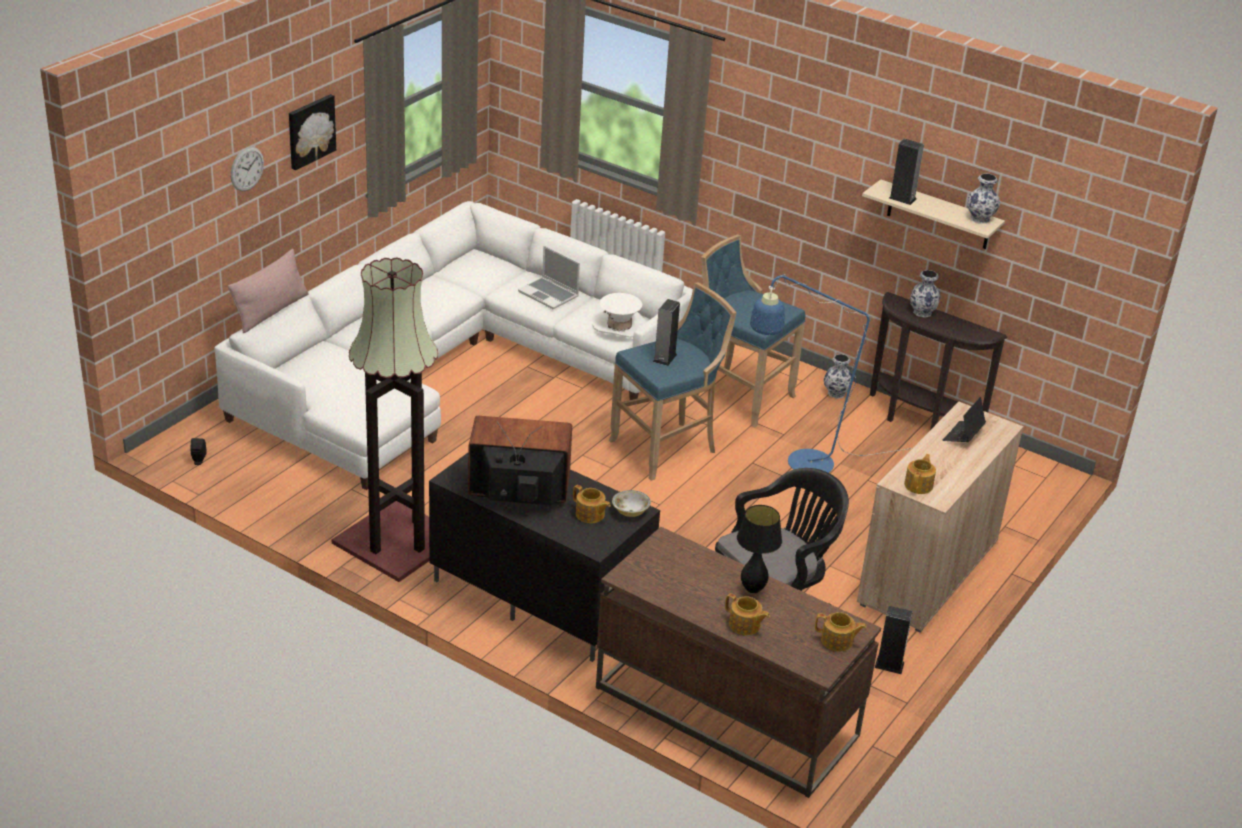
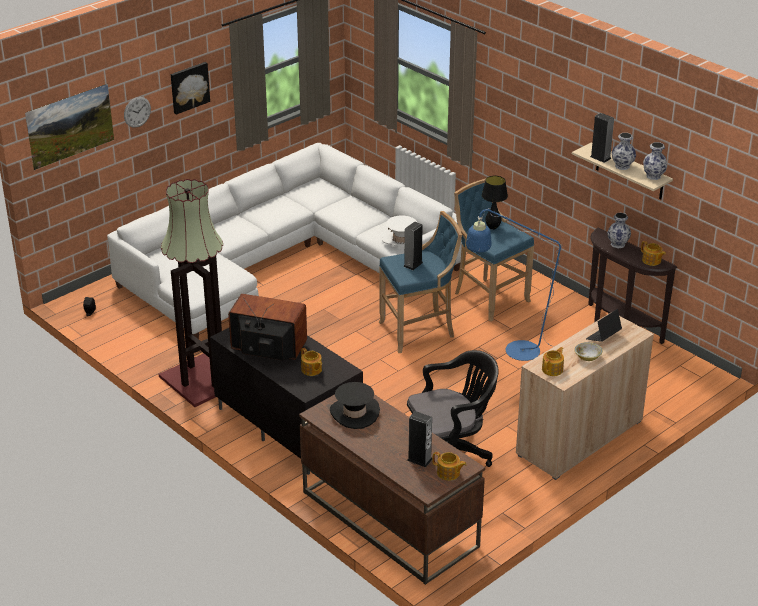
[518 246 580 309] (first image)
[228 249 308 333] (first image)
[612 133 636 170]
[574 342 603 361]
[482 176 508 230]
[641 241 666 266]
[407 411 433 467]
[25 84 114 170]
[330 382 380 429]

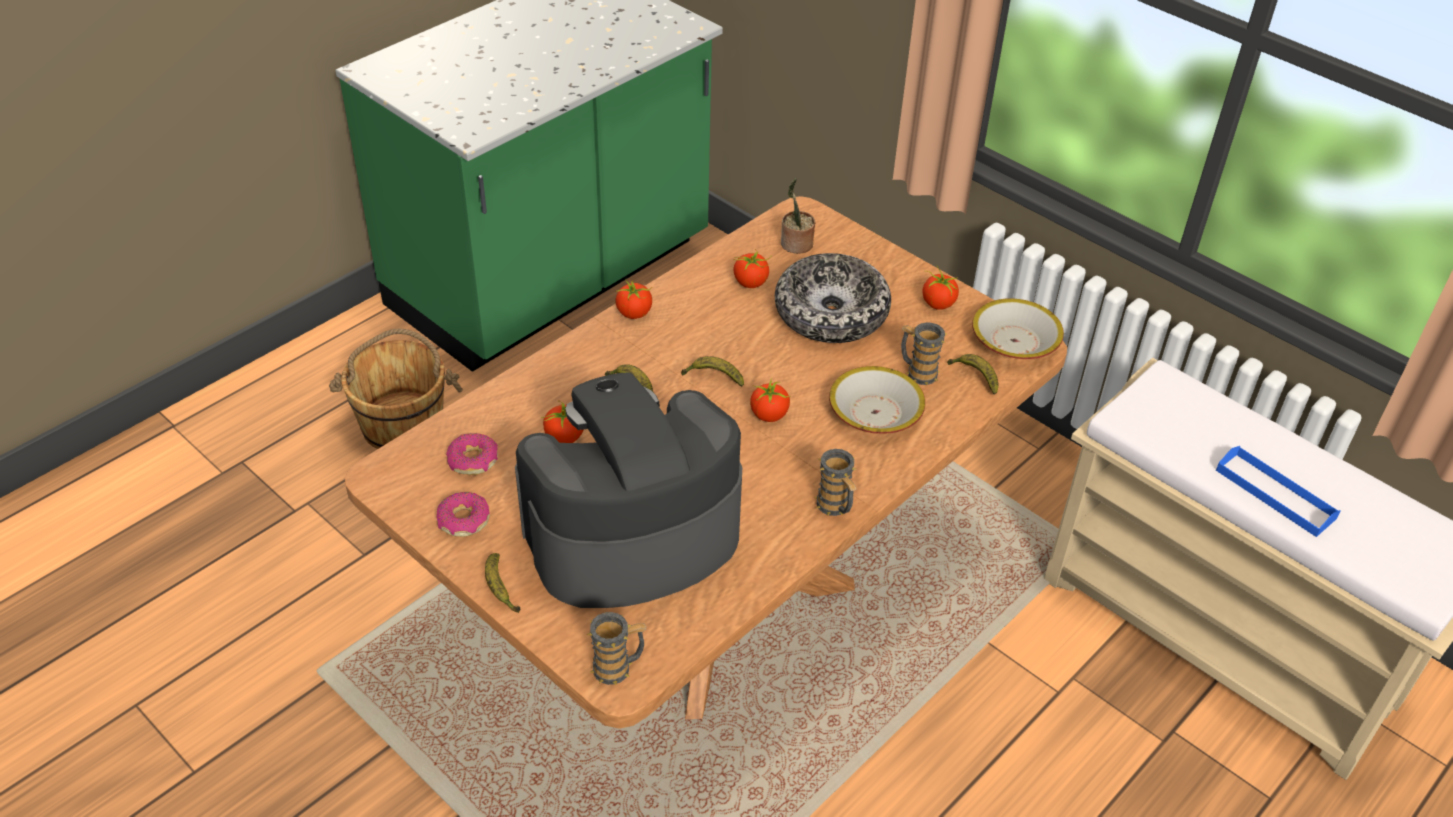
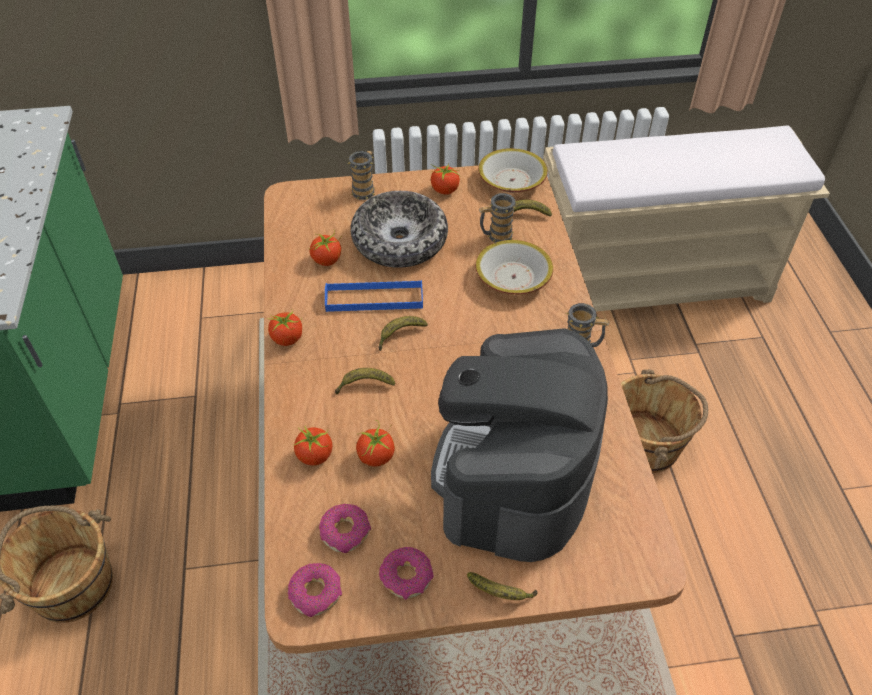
[781 178 815 254] (first image)
[294 425 332 466]
[325 280 423 312]
[347 151 375 200]
[621 369 708 473]
[288 563 342 617]

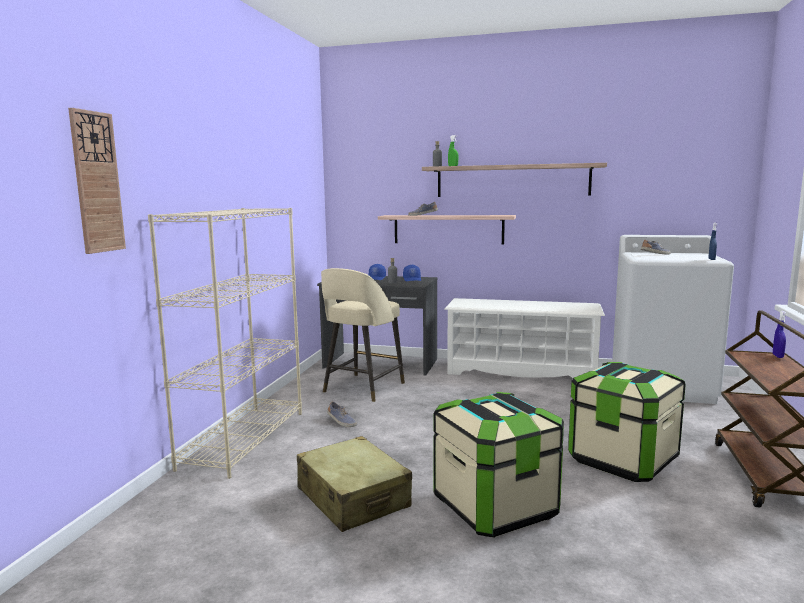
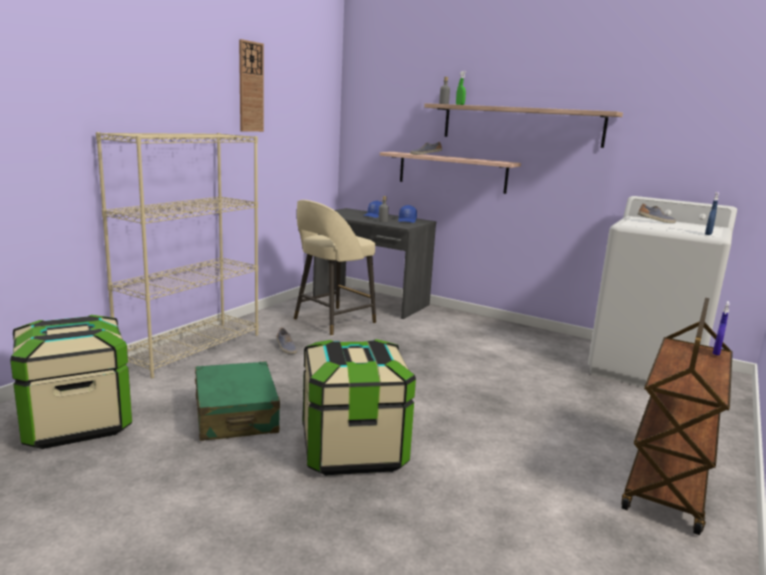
[239 39 264 132]
[444 298 605 378] (first image)
[10 315 132 449]
[195 361 280 441]

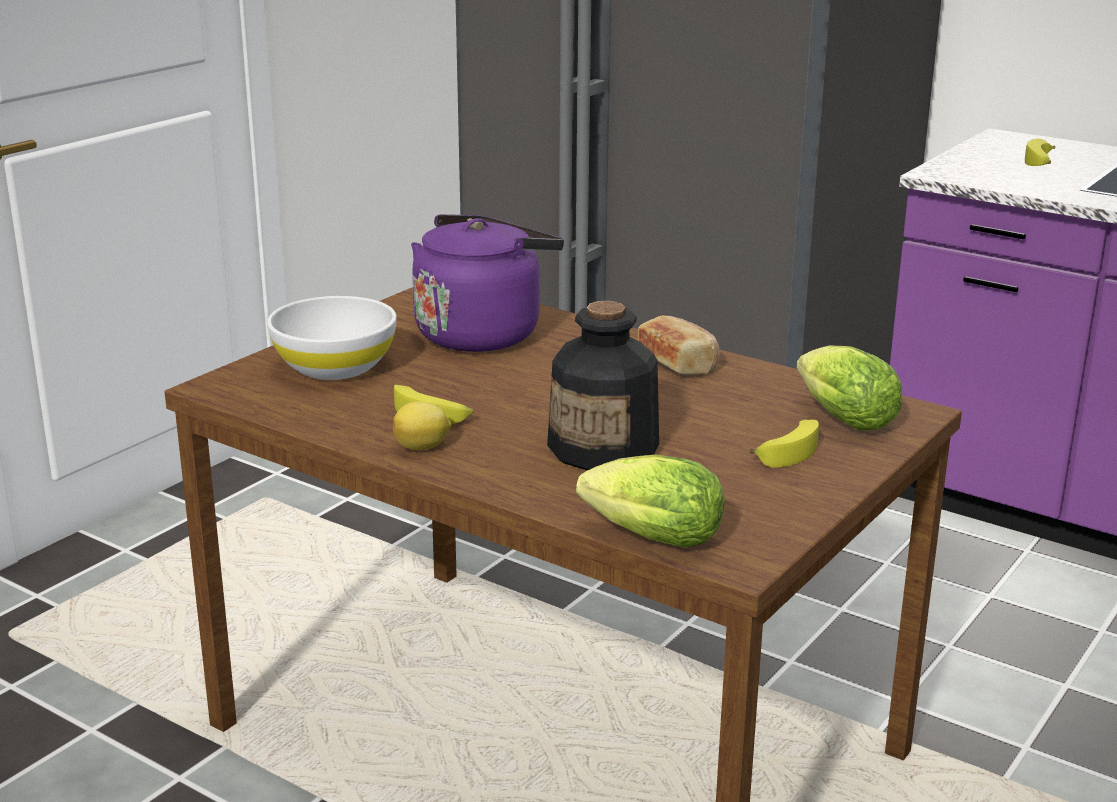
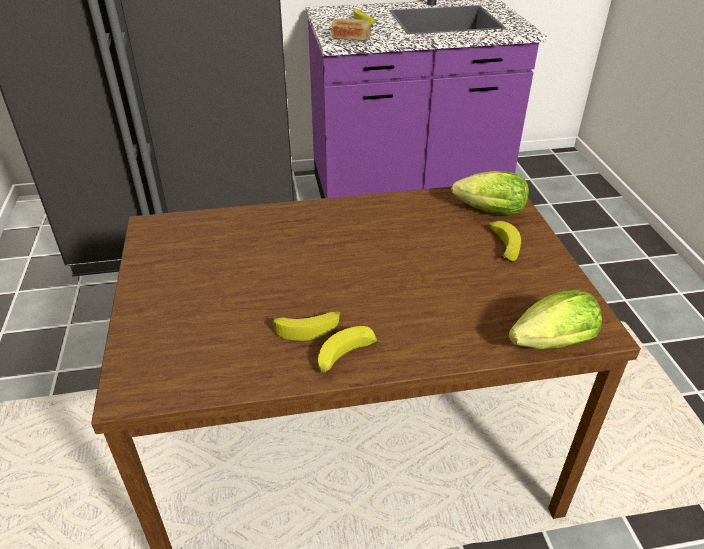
[411 214 564 352] (first image)
[267 296 397 380] (first image)
[547 301 659 471] (first image)
[332 19 371 41]
[318 326 381 373]

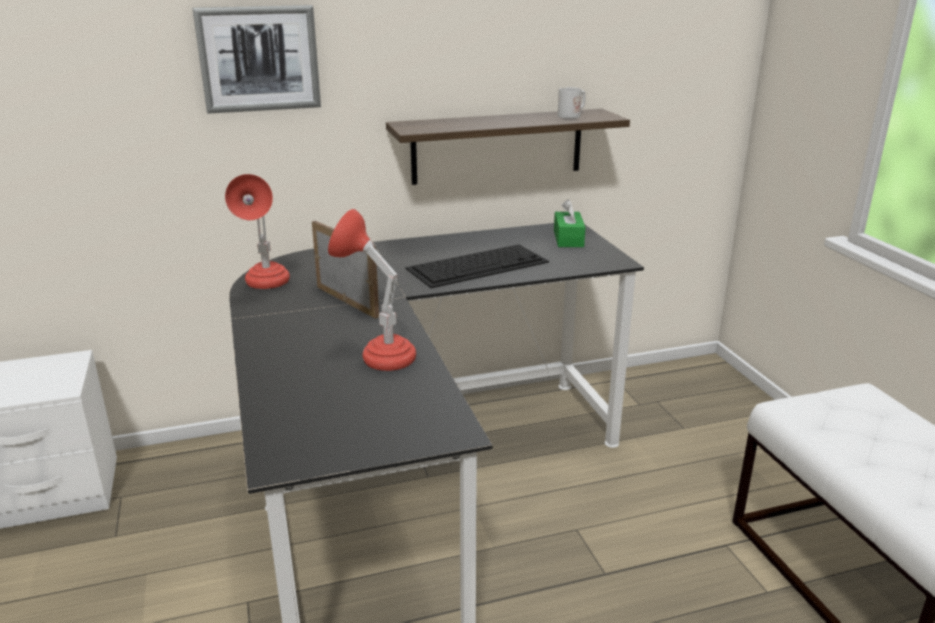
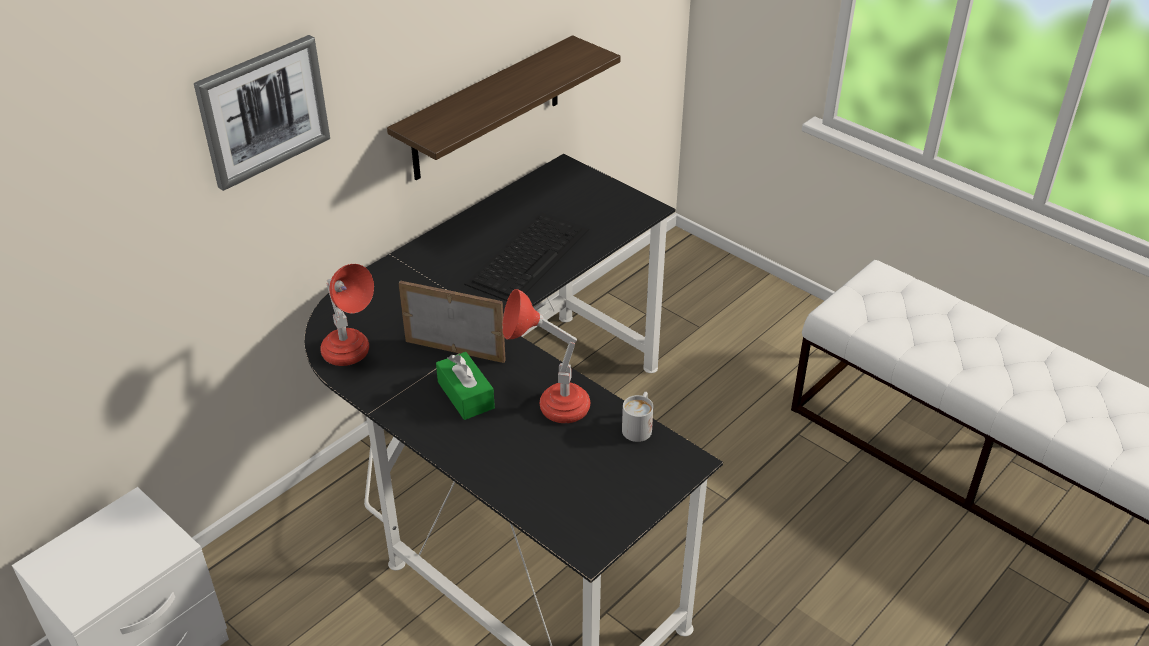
[622 392 654 442]
[436 352 495 420]

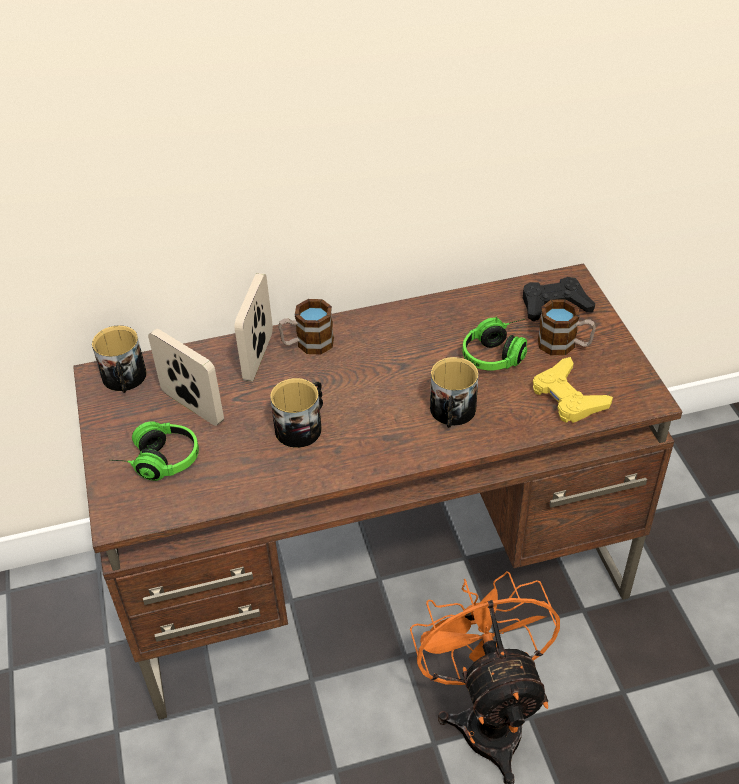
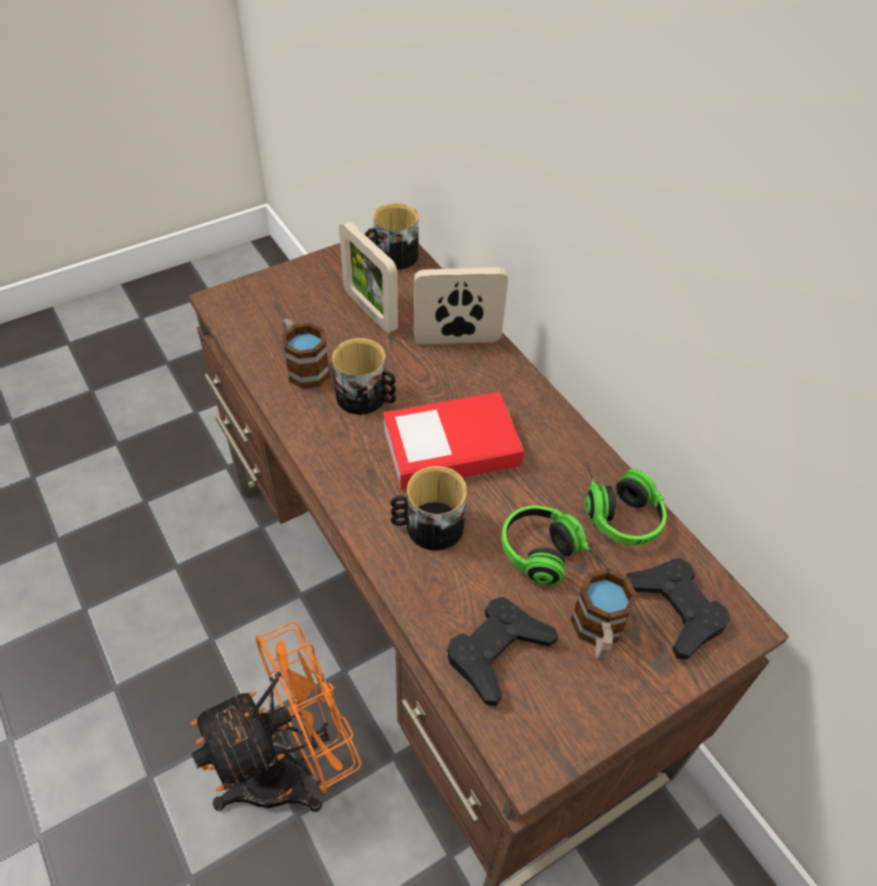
[282 319 330 389]
[339 221 398 334]
[447 597 558 706]
[585 462 667 546]
[383 392 524 490]

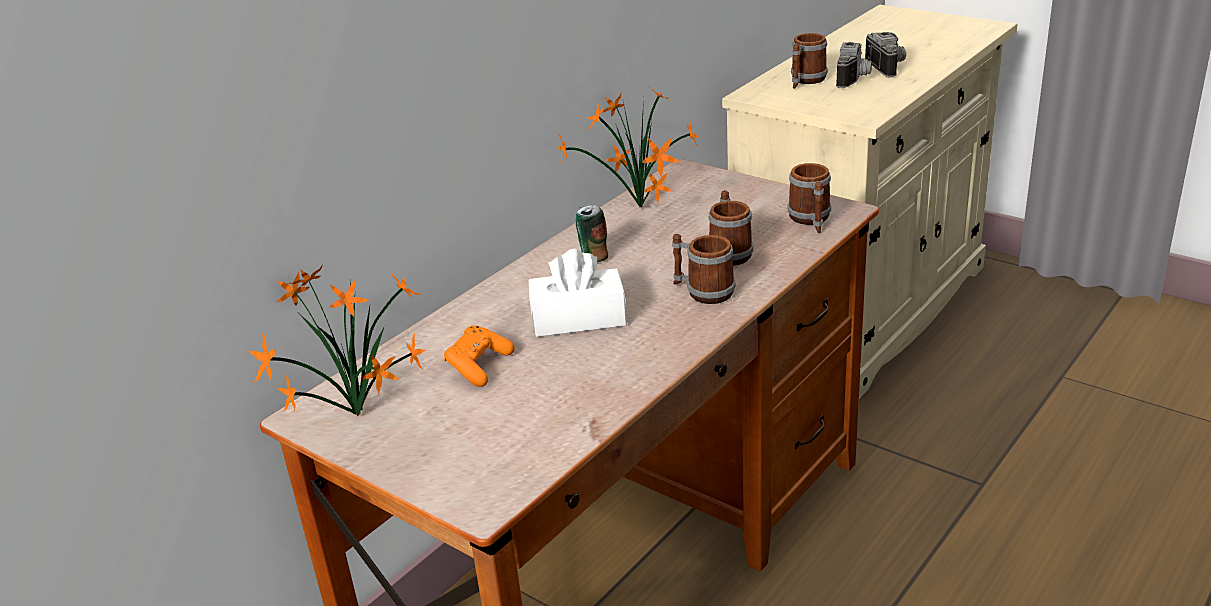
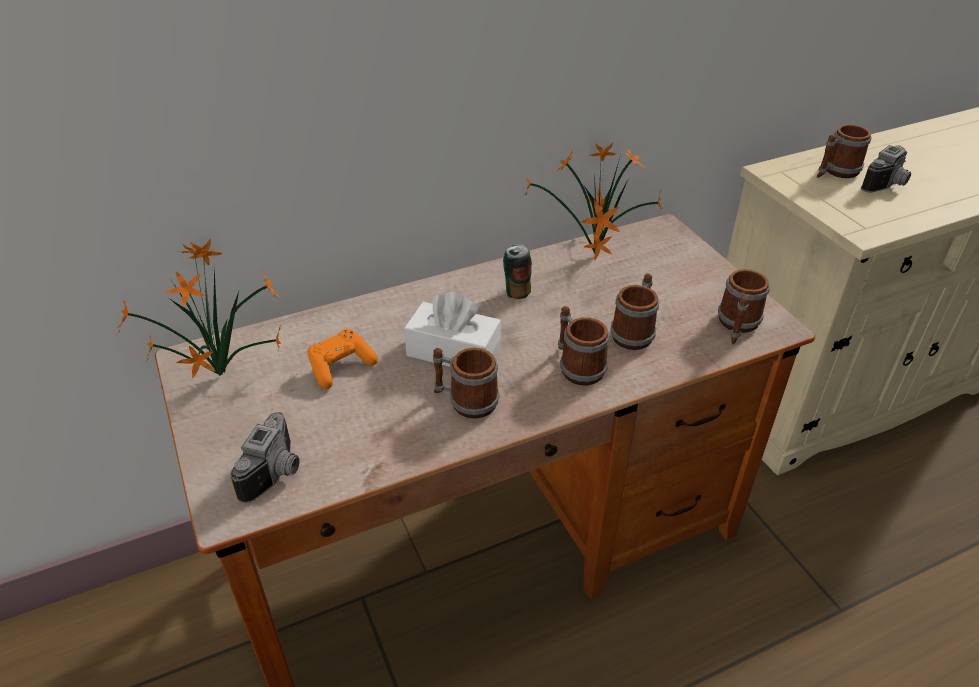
[230 412 300 503]
[433 347 499 419]

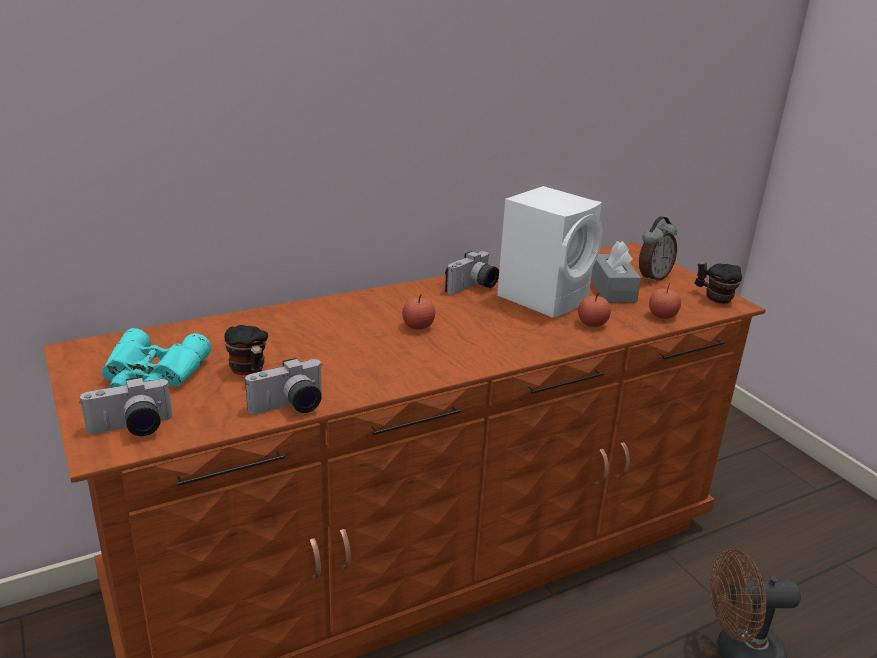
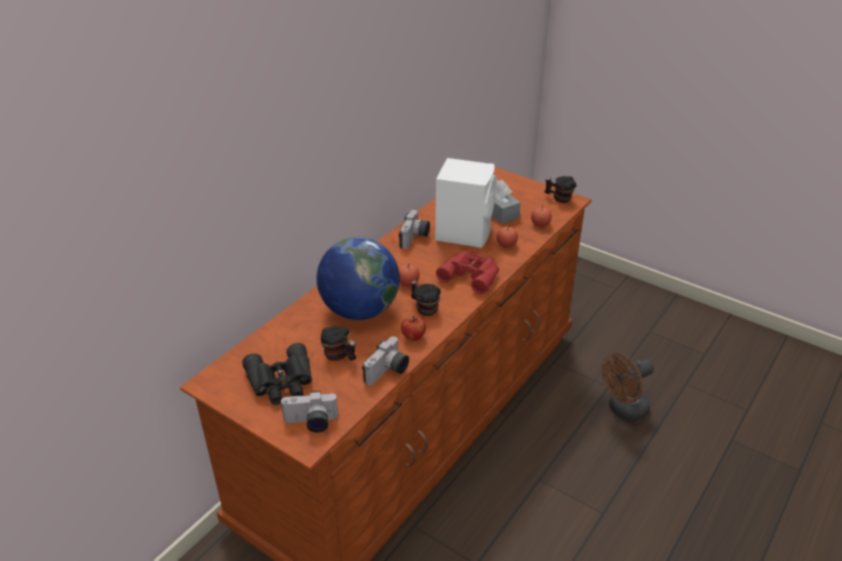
[639 216 677 283] (first image)
[242 343 312 405]
[280 391 338 433]
[317 237 400 320]
[436 251 499 294]
[411 281 441 316]
[401 316 426 341]

